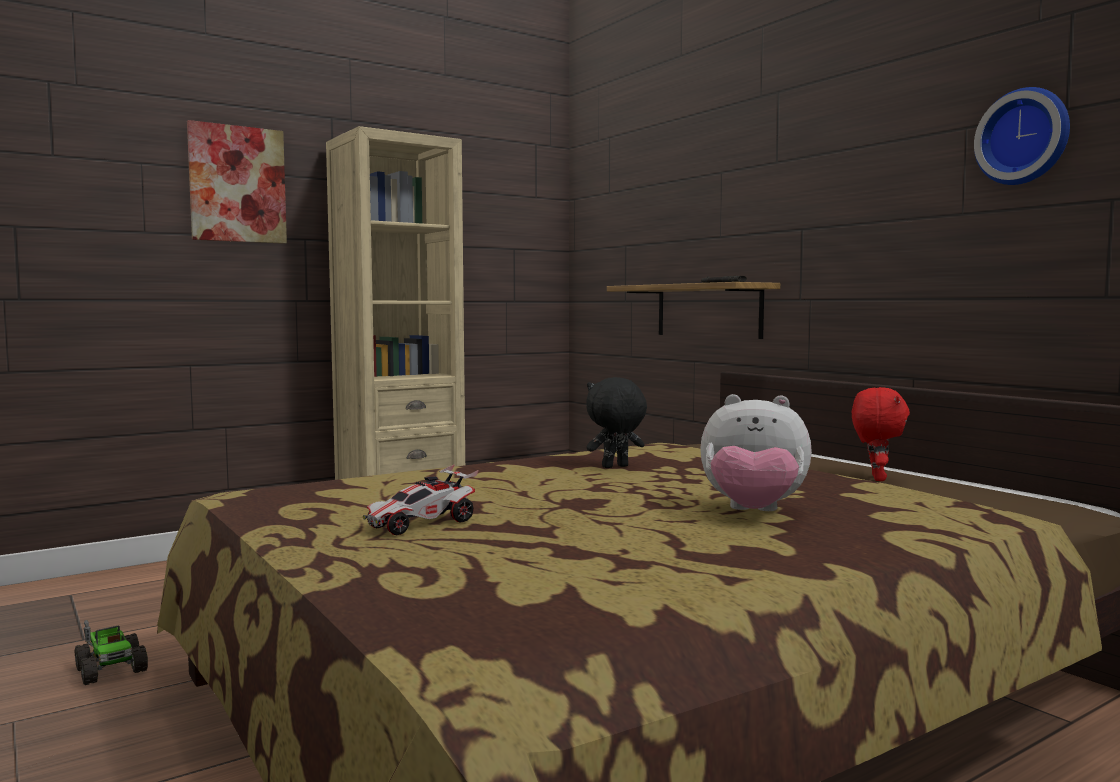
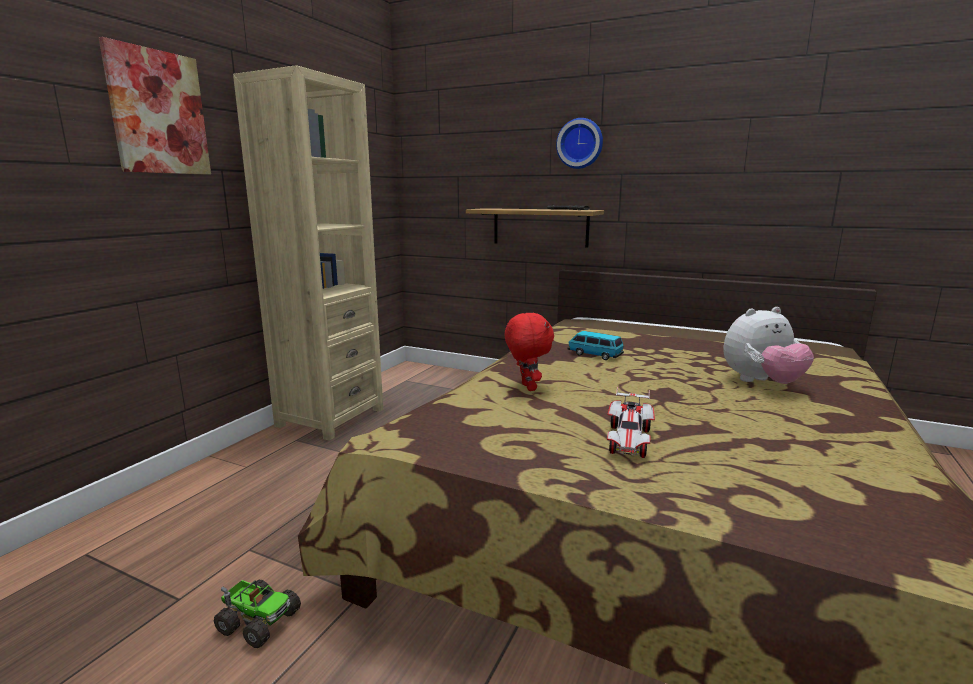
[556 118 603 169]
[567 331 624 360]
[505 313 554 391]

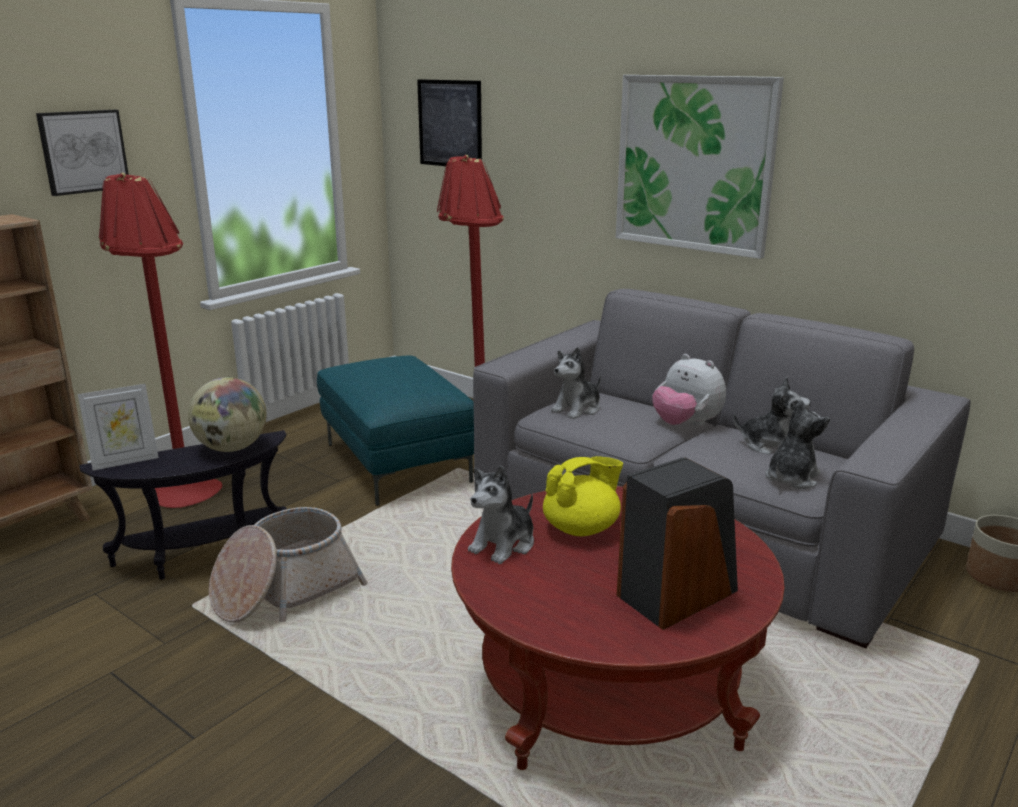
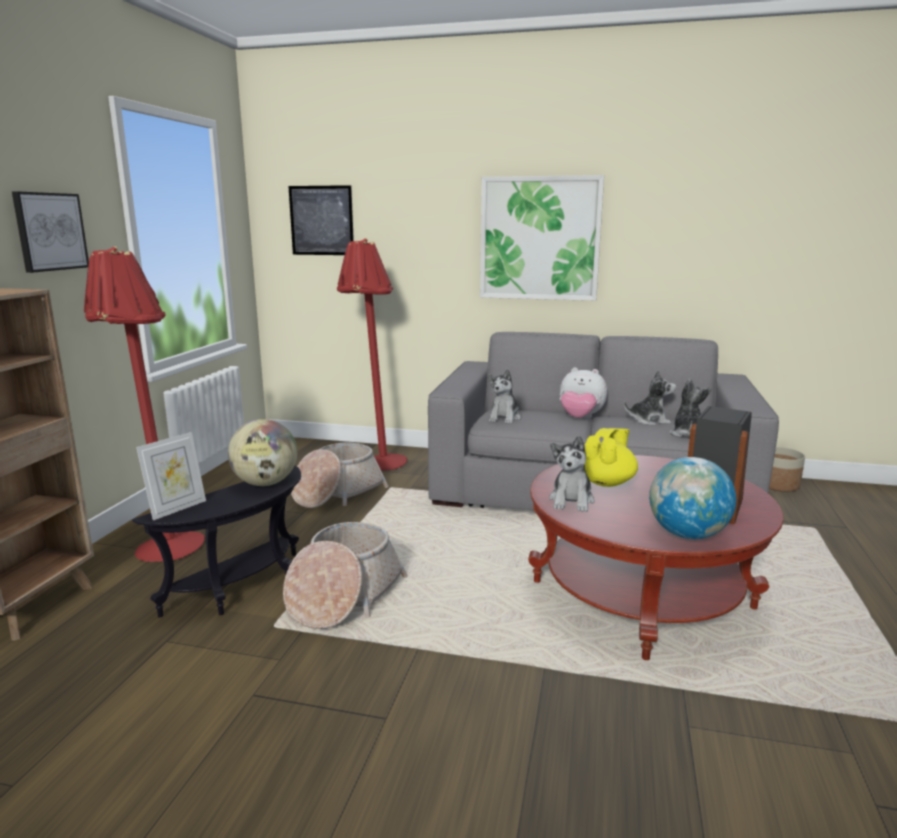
[291 443 389 508]
[649 457 736 539]

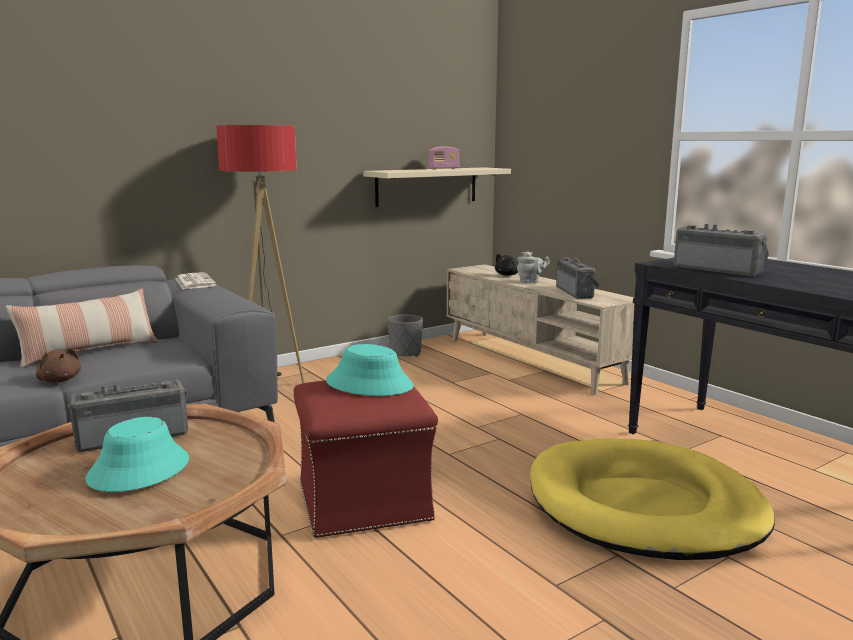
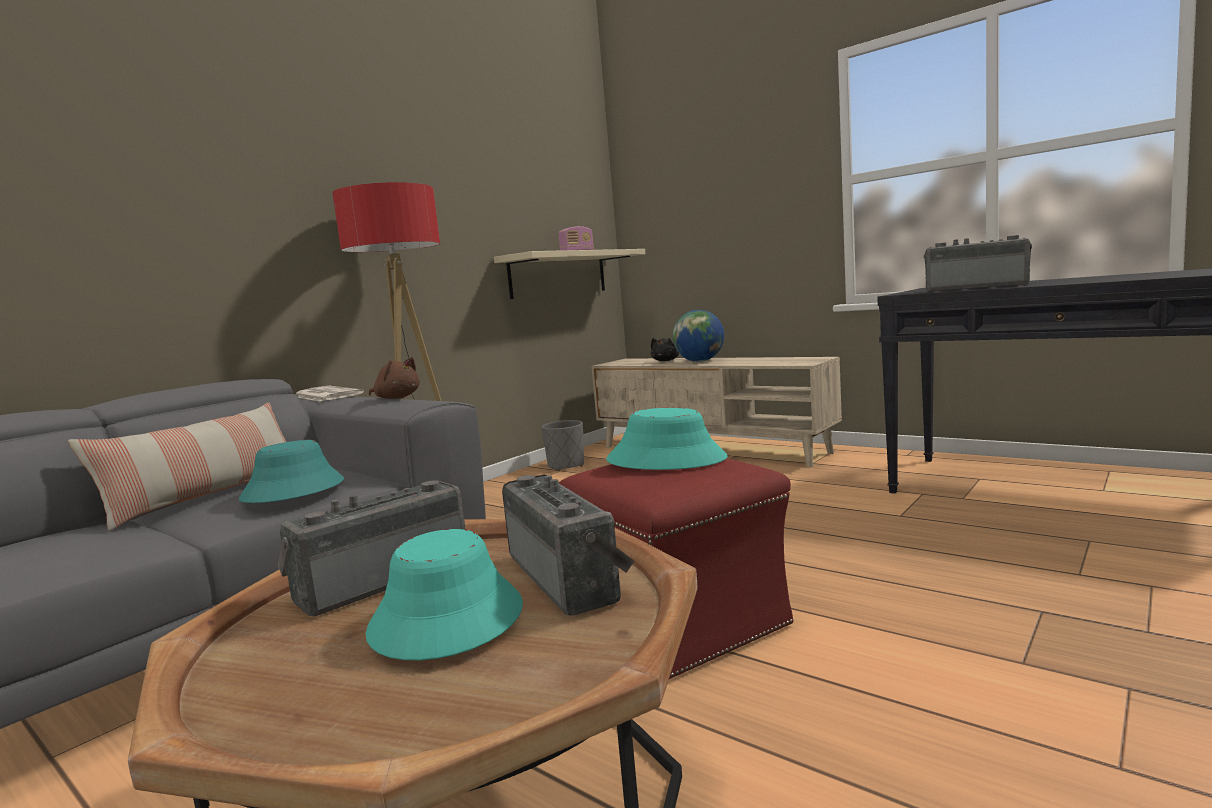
[673 310 724 362]
[502 475 634 615]
[369 357 420 399]
[530 439 775 560] (first image)
[239 440 344 503]

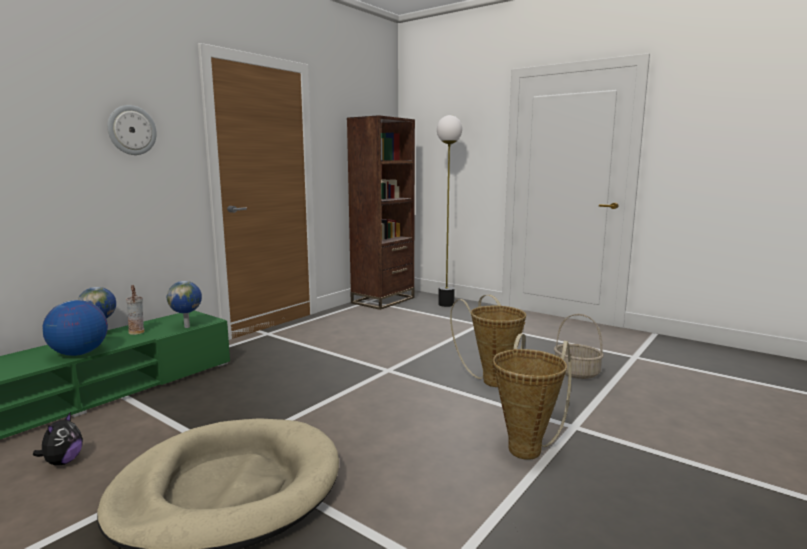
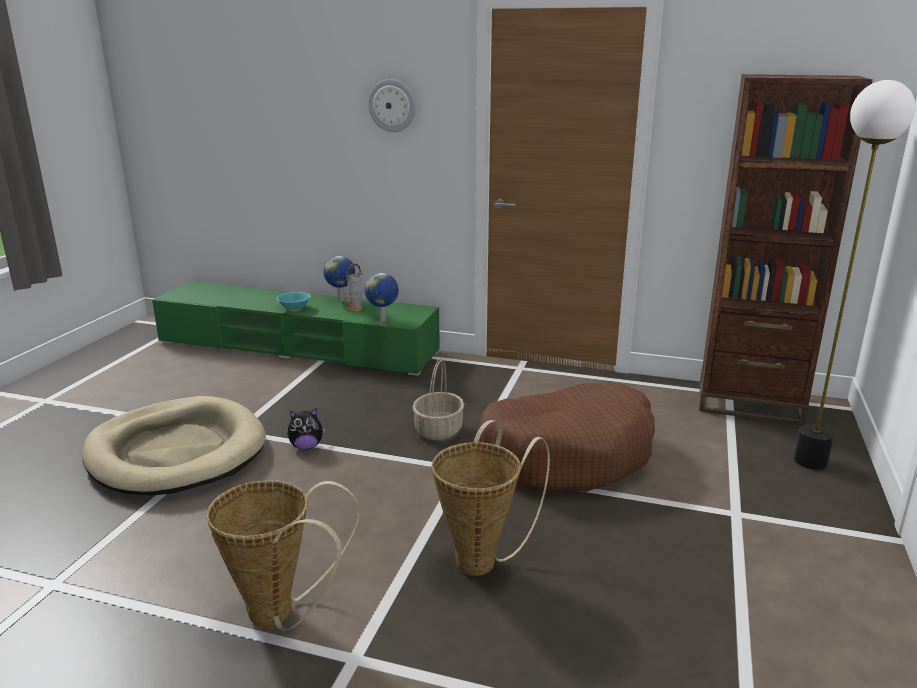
[276 292 311 311]
[412 359 465 440]
[288 409 325 450]
[478 383 655 492]

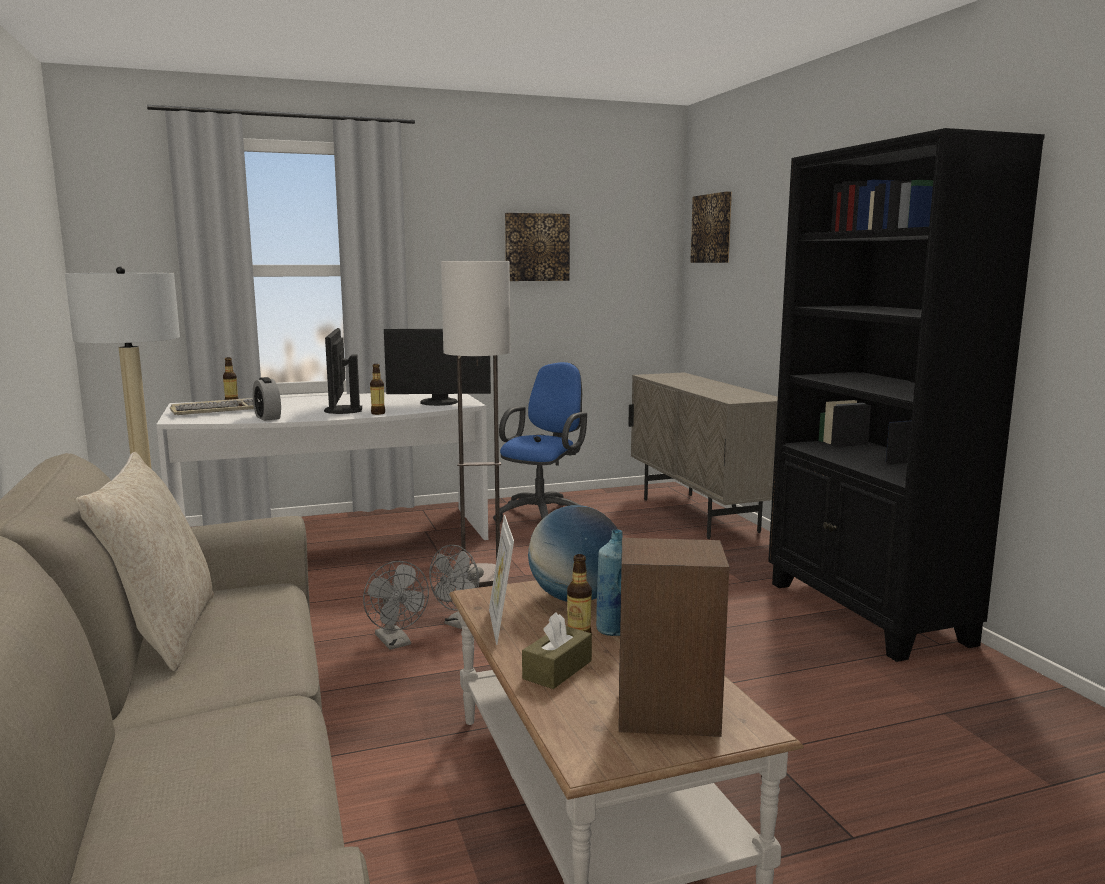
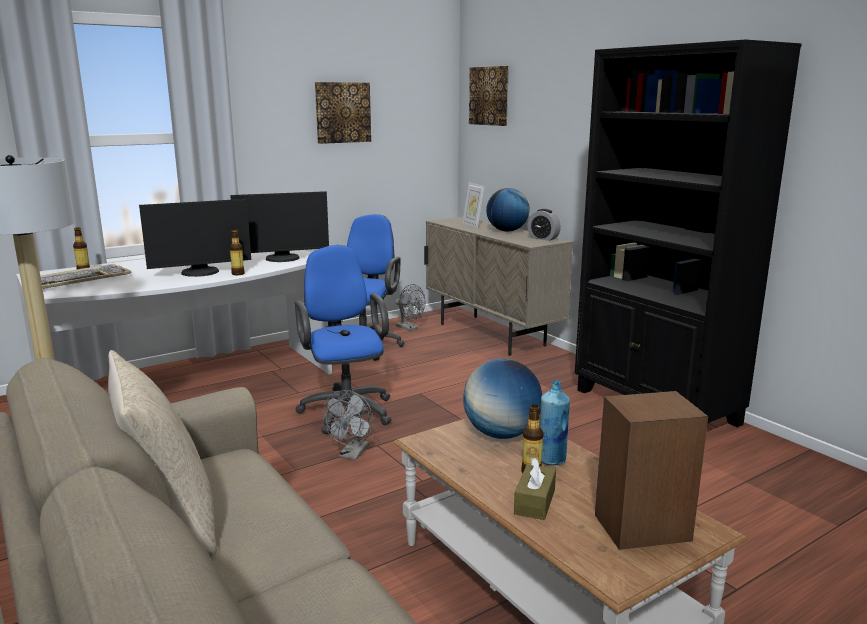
[295 245 391 434]
[139 199 251 277]
[527 209 561 241]
[462 182 485 228]
[395 284 426 331]
[486 188 529 232]

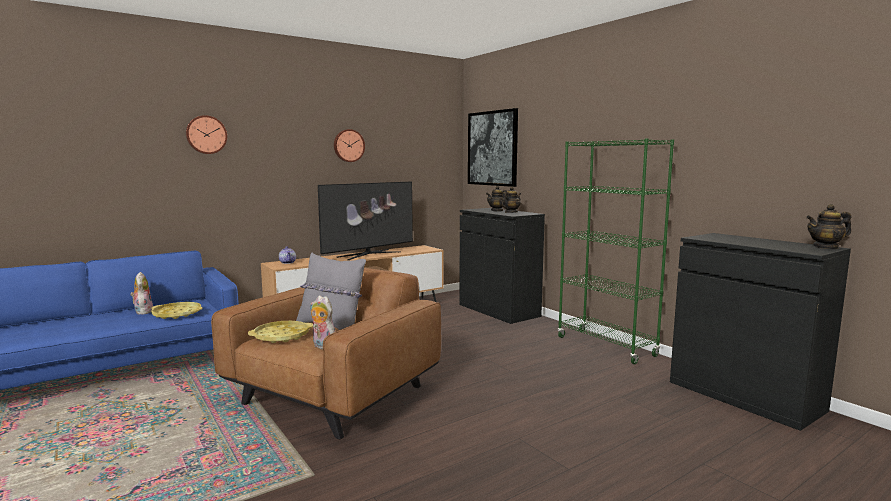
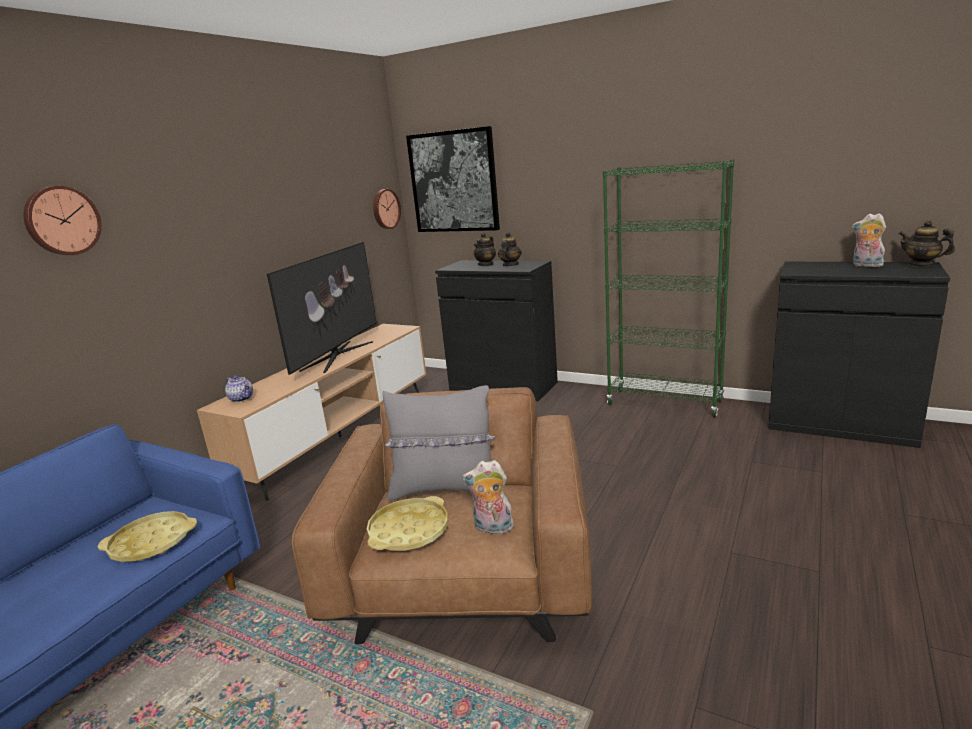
[373 189 401 229]
[899 220 955 267]
[852 213 886 267]

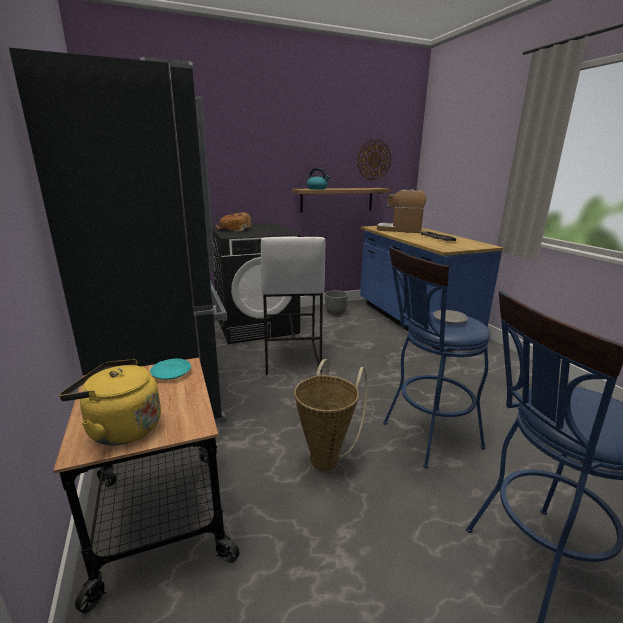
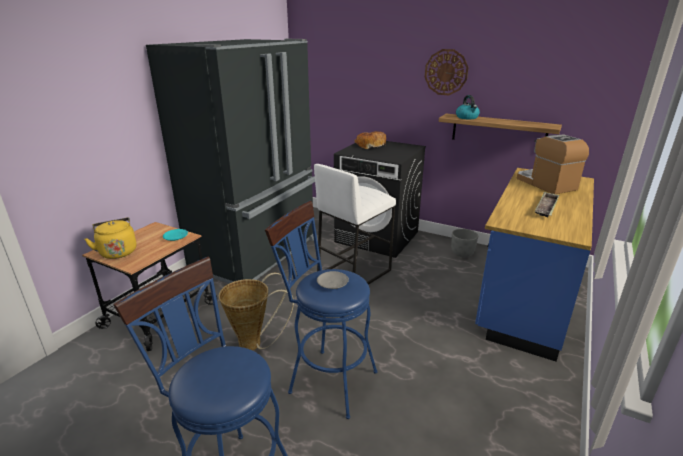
[425 49 469 95]

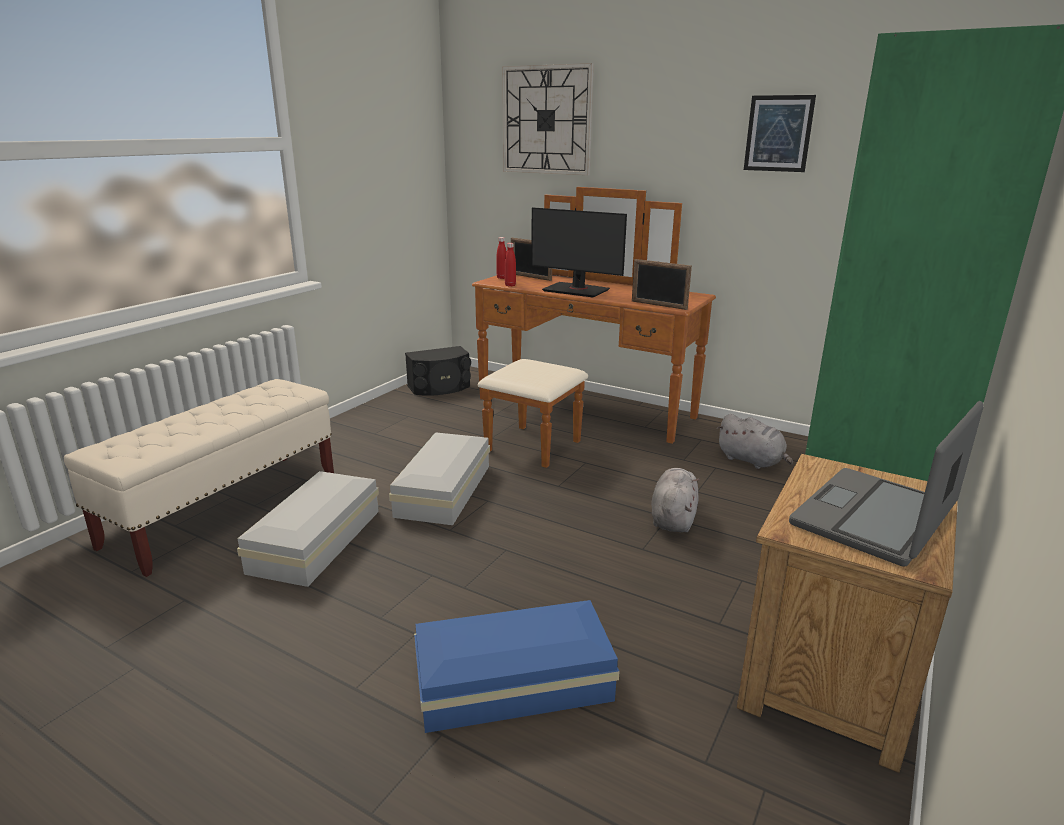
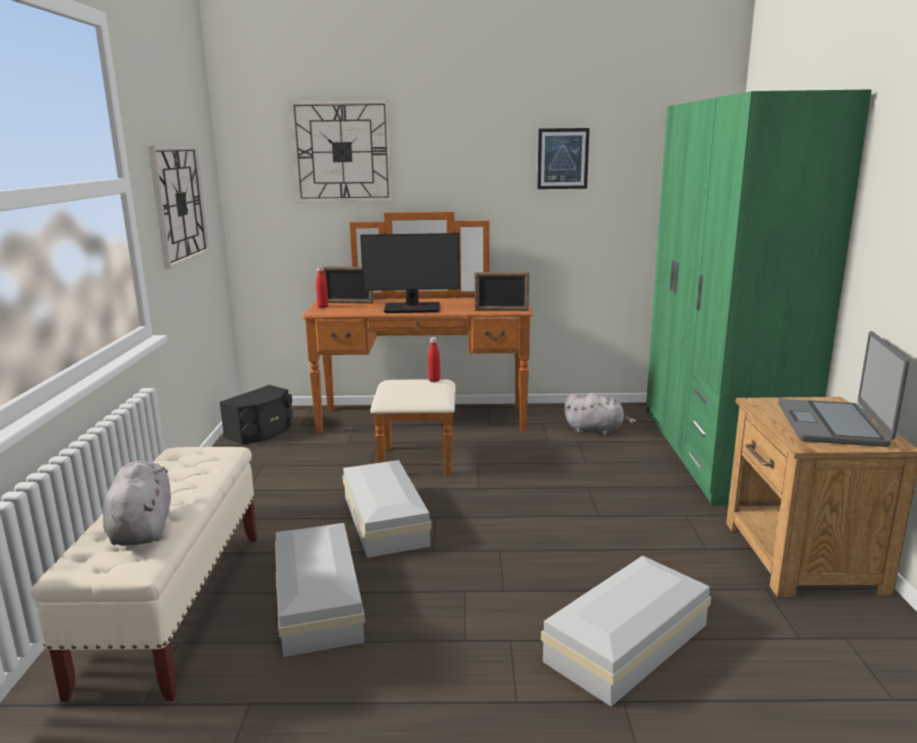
[428 337 440 382]
[103 461 171 546]
[541 555 711 706]
[148 145 209 269]

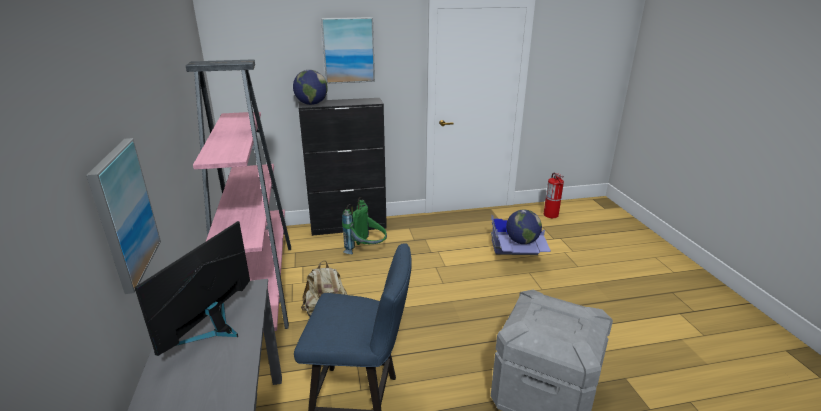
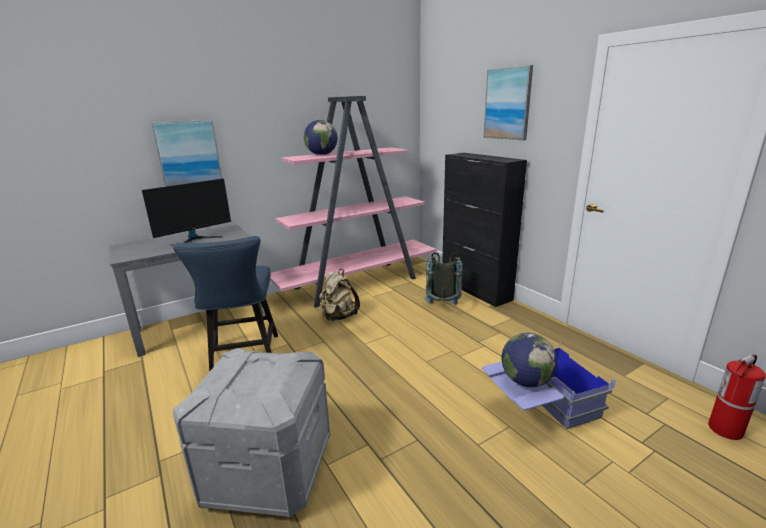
[304 120 338 155]
[424 252 463 305]
[142 178 231 243]

